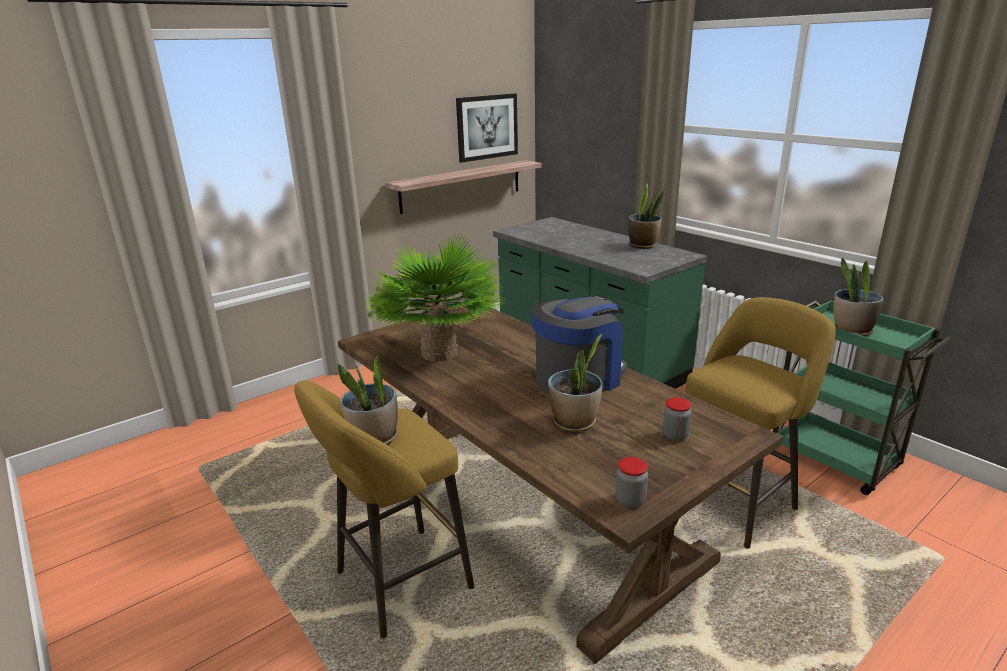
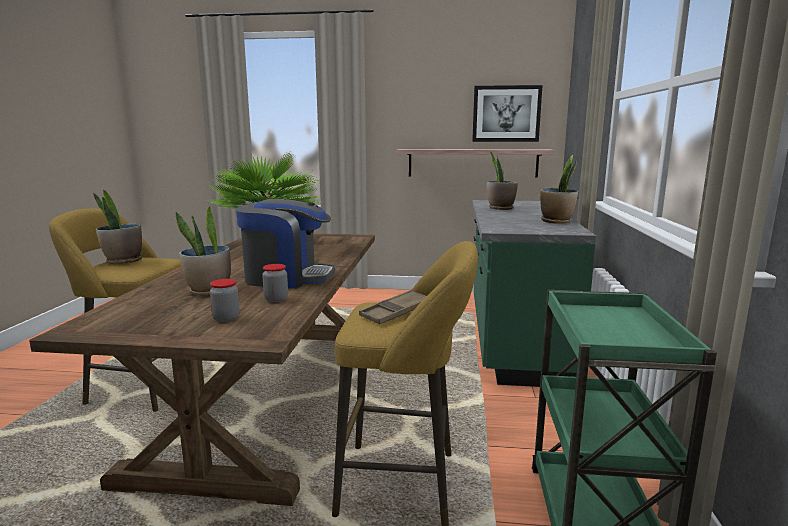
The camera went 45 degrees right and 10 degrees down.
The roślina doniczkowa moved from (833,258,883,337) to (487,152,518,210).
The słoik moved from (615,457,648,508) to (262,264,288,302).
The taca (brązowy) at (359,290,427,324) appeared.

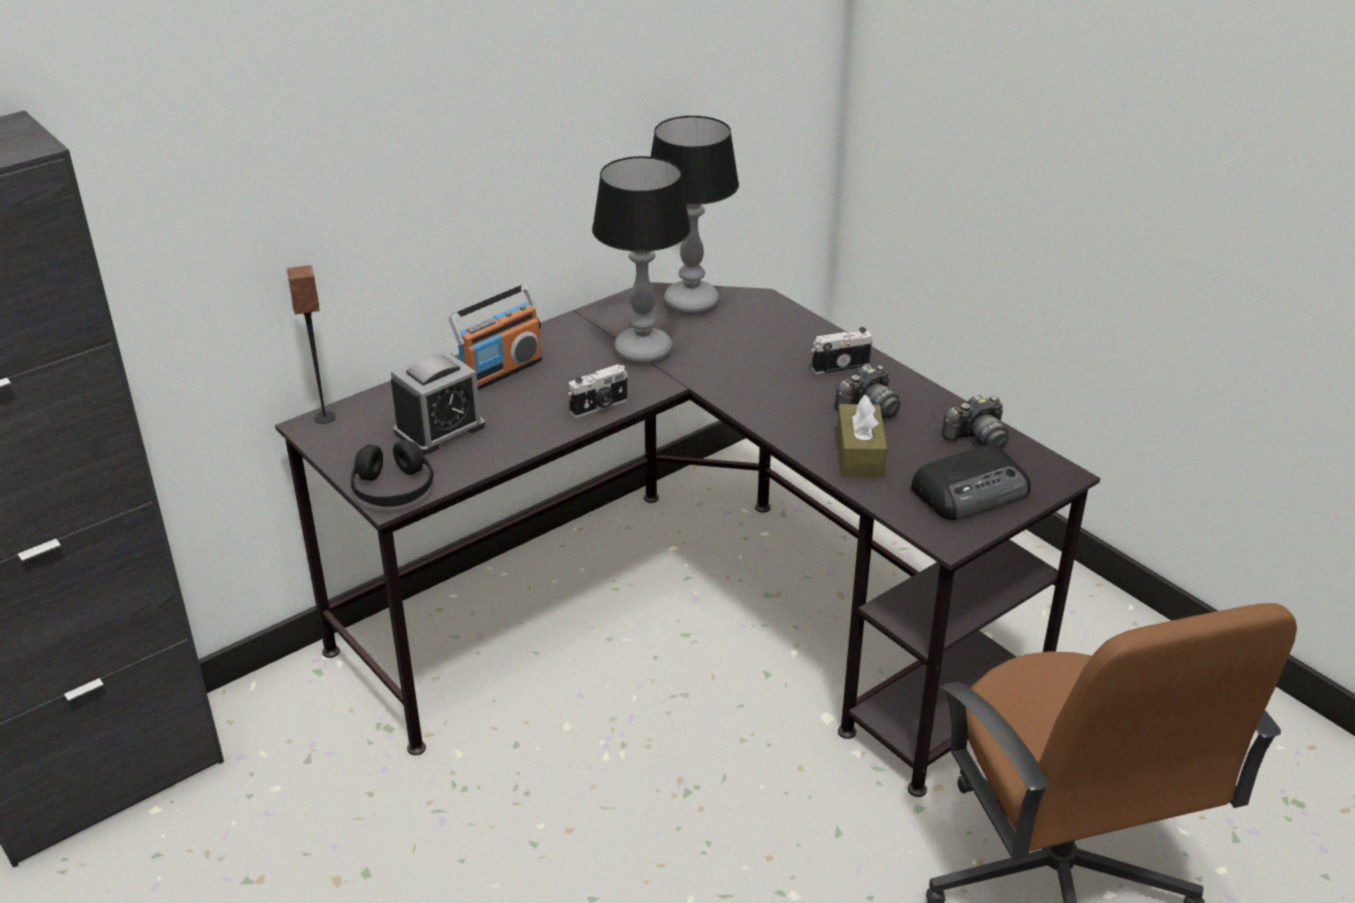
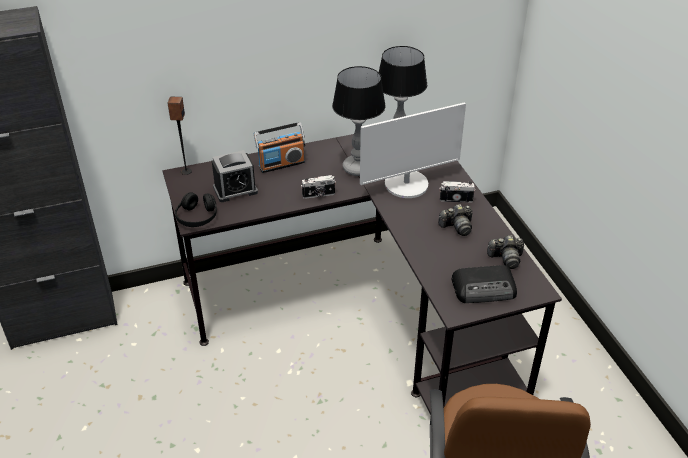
The camera went 20 degrees right and 5 degrees up.
The pudełko chusteczek (brązowy) at (837,394,887,477) disappeared.
The monitor at (360,102,466,198) appeared.

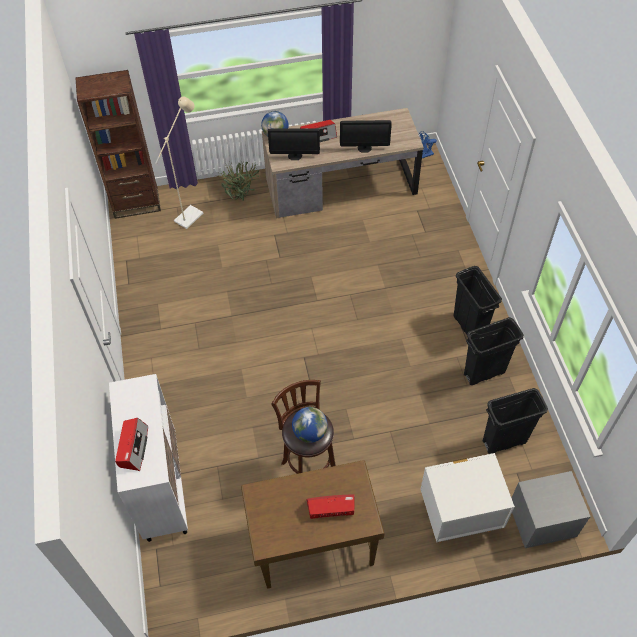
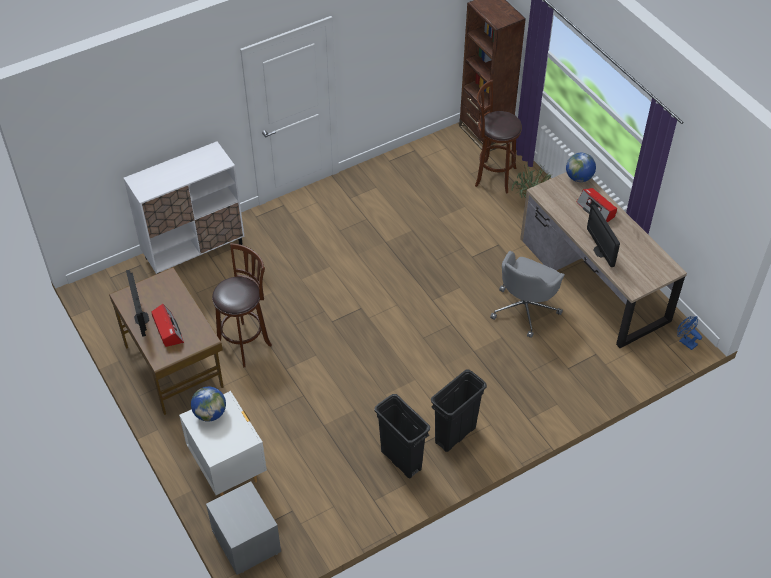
The camera went 70 degrees right and 5 degrees down.
The lampa stojąca (beżowy) at (155,97,203,229) was replaced by the stołek (brązowy) at (475,80,522,193).
The monitor moved from (268,128,320,160) to (126,270,149,337).
The kosz na śmieci (czarny) at (483,388,548,454) disappeared.
The globus moved from (292,407,328,443) to (191,387,226,422).
The radio at (115,418,148,471) disappeared.
The krzesło biurowe (szary) at (490,251,565,338) appeared.

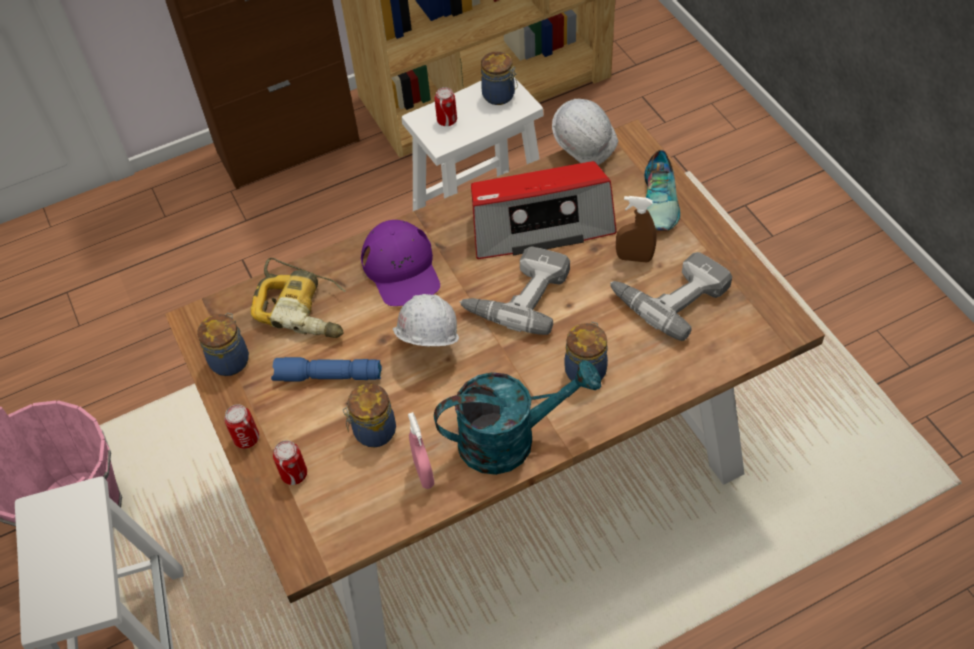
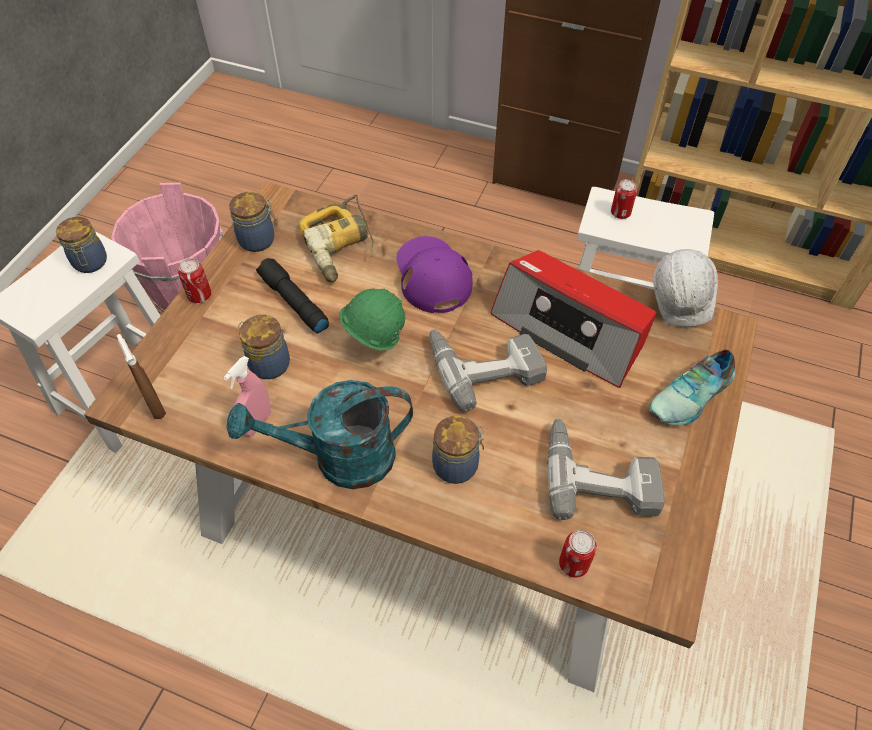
The camera went 45 degrees right and 0 degrees up.
The słoik moved from (481,51,518,105) to (56,217,107,273).
The spryskiwacz (brązowy) moved from (616,196,657,263) to (117,334,166,419).
The czapka z daszkiem (fioletowy) at (361,220,440,306) turned 135 degrees clockwise.
The kask (biały) at (392,294,459,346) became the kask (zielony) at (339,289,405,350).
The latarka (niebieski) at (271,357,382,382) became the latarka (czarny) at (256,258,329,334).
The konewka (turkusowy) at (434,360,601,475) turned 135 degrees clockwise.
The puszka moved from (273,440,307,485) to (559,530,597,577).

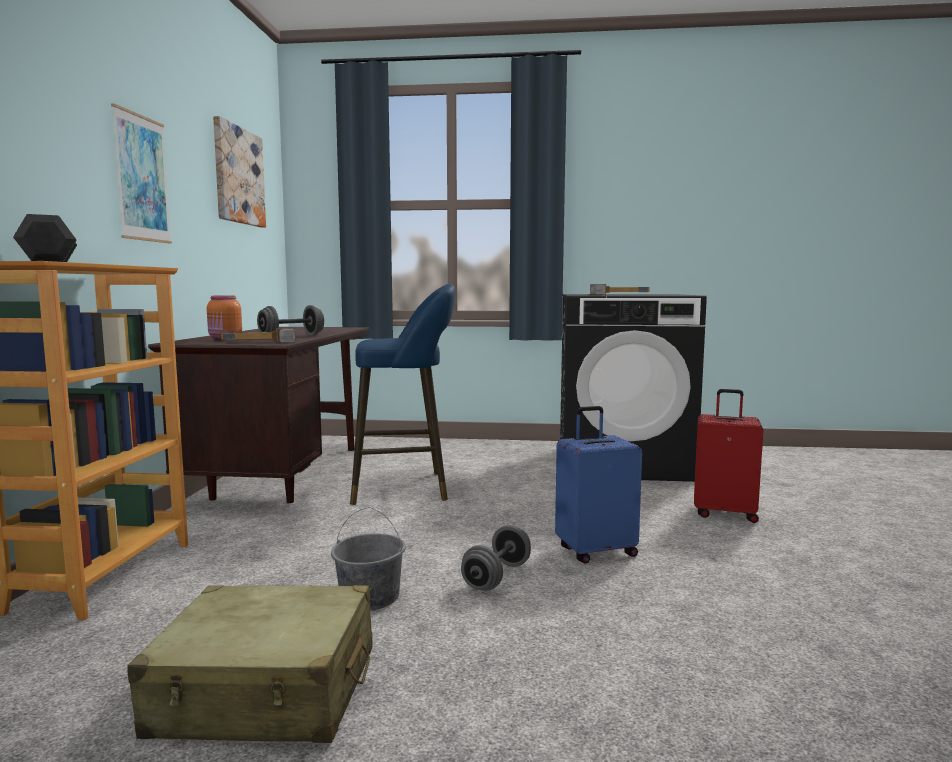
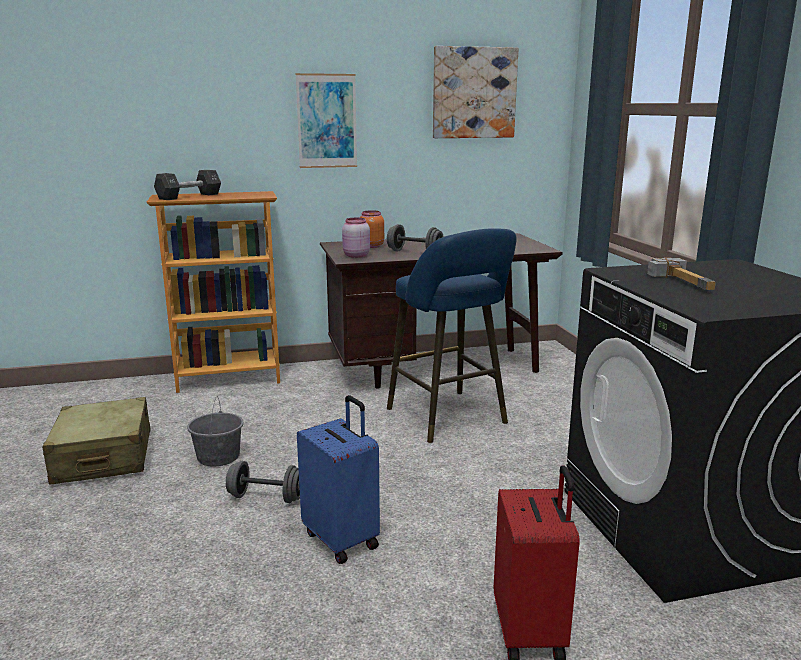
The camera went 70 degrees right and 10 degrees up.
The młotek at (221,329,296,342) was replaced by the słoik (różowy) at (342,218,370,258).

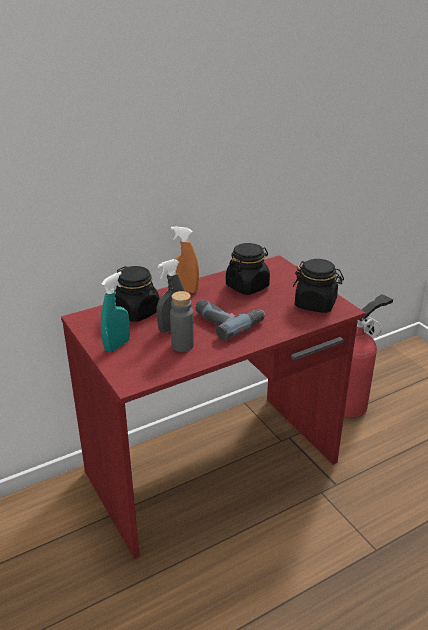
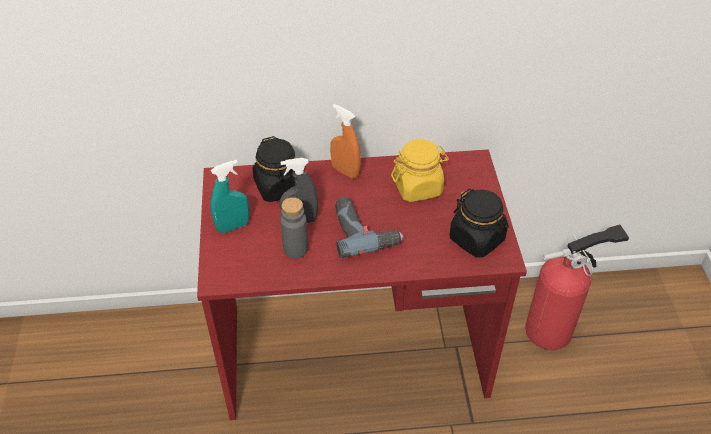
The camera went 25 degrees right and 15 degrees up.
The słoik (czarny) at (226,243,270,295) became the słoik (żółty) at (391,139,449,202).

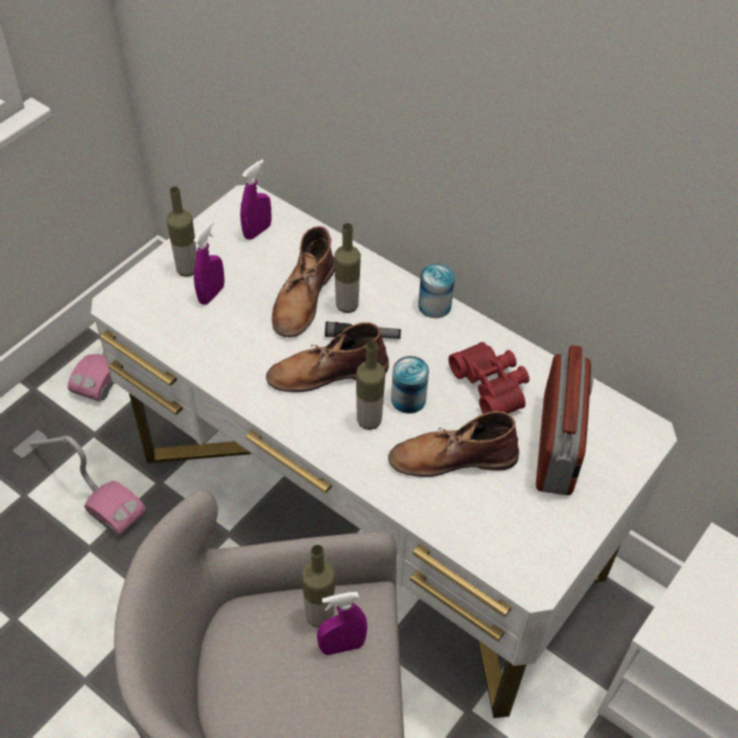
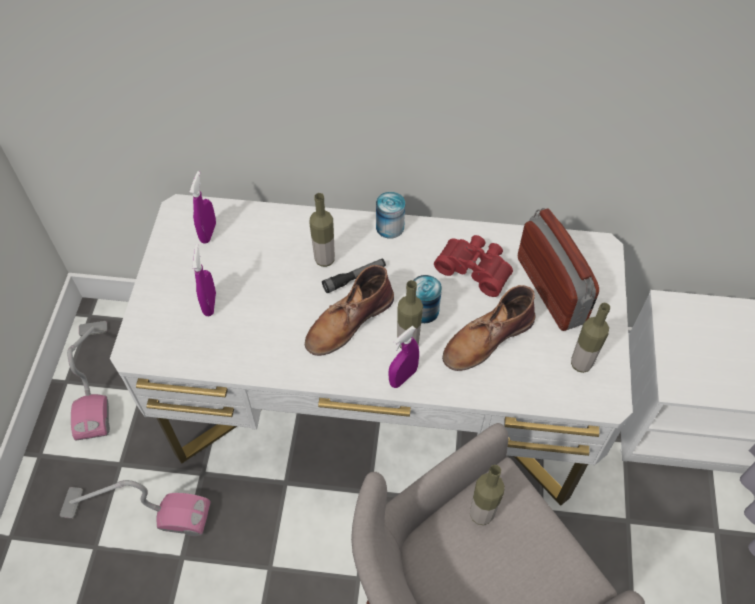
The camera went 30 degrees left and 5 degrees up.
The butelka moved from (166,186,197,277) to (571,303,610,373).
The but z cholewką (brązowy) at (272,226,335,338) disappeared.
The spryskiwacz (fioletowy) moved from (317,592,367,655) to (388,326,419,388).

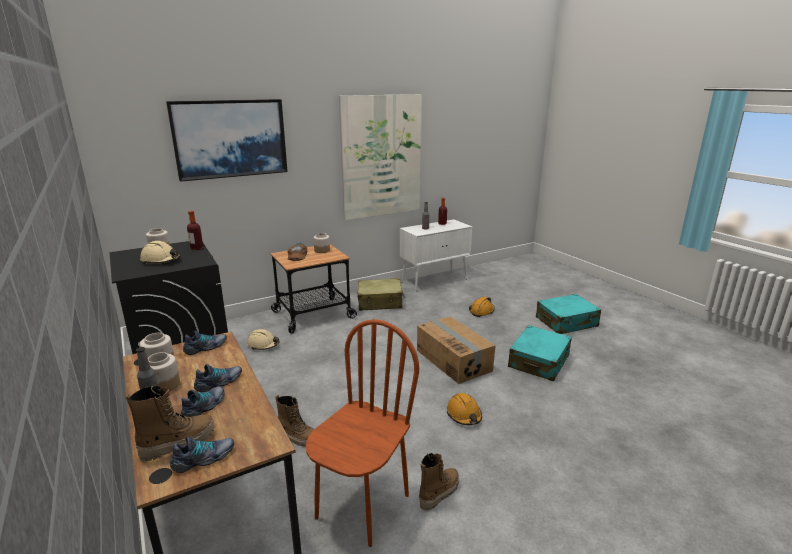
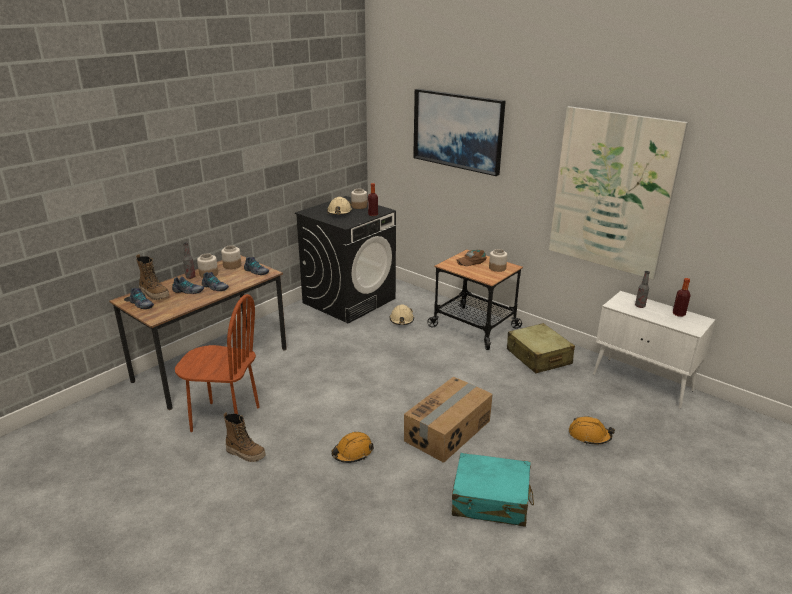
The camera went 70 degrees right and 5 degrees up.
The walizka (turkusowy) at (536,294,601,334) disappeared.
The but z cholewką at (275,395,314,447) disappeared.

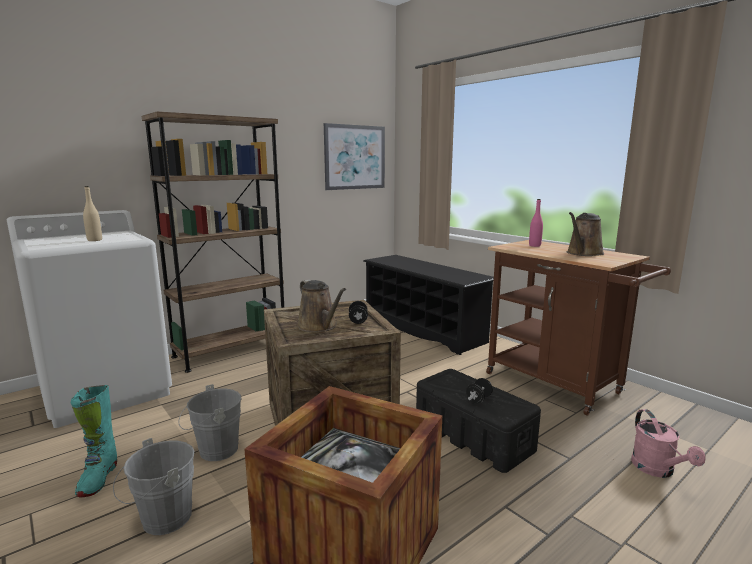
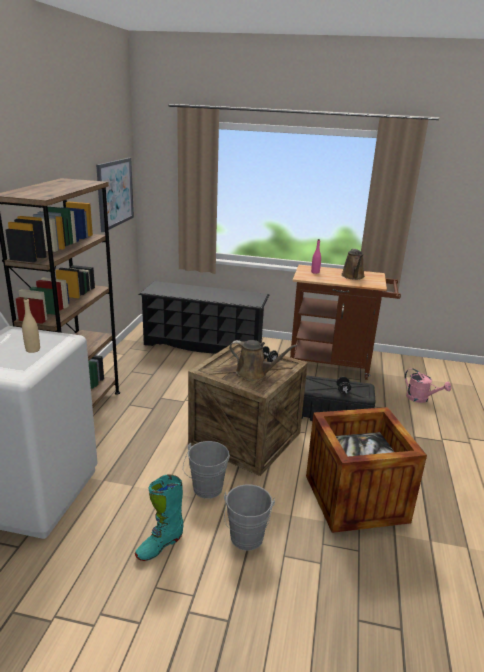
The camera went 40 degrees left and 10 degrees up.
The but z cholewką (turkusowy) at (71,385,117,497) turned 90 degrees clockwise.

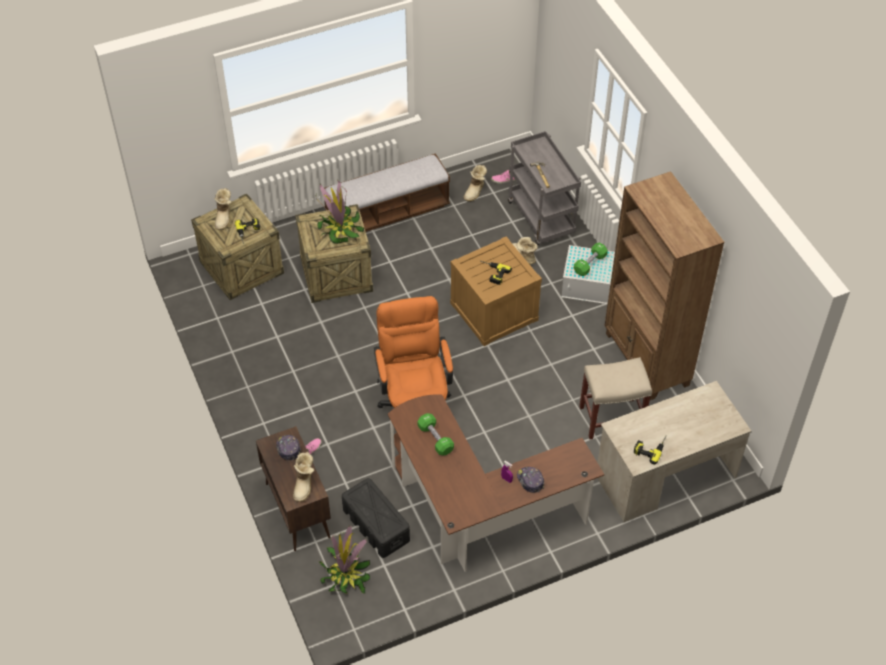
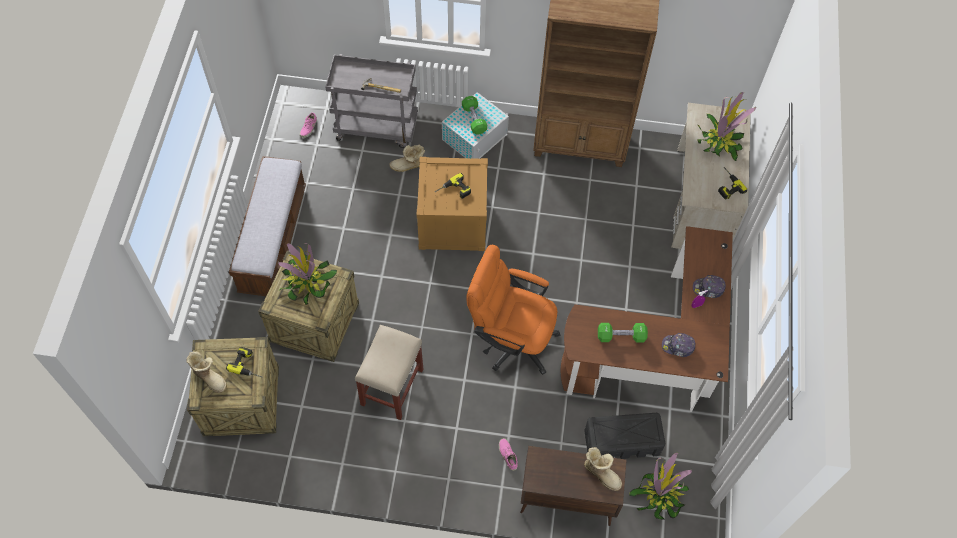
The camera went 60 degrees left and 10 degrees up.
The but z cholewką at (463,165,487,202) disappeared.
The stołek (beżowy) moved from (579,357,652,439) to (355,325,424,420).
The czapka z daszkiem moved from (276,435,301,460) to (662,333,695,357).
The roślina doniczkowa at (697,92,756,161) appeared.

